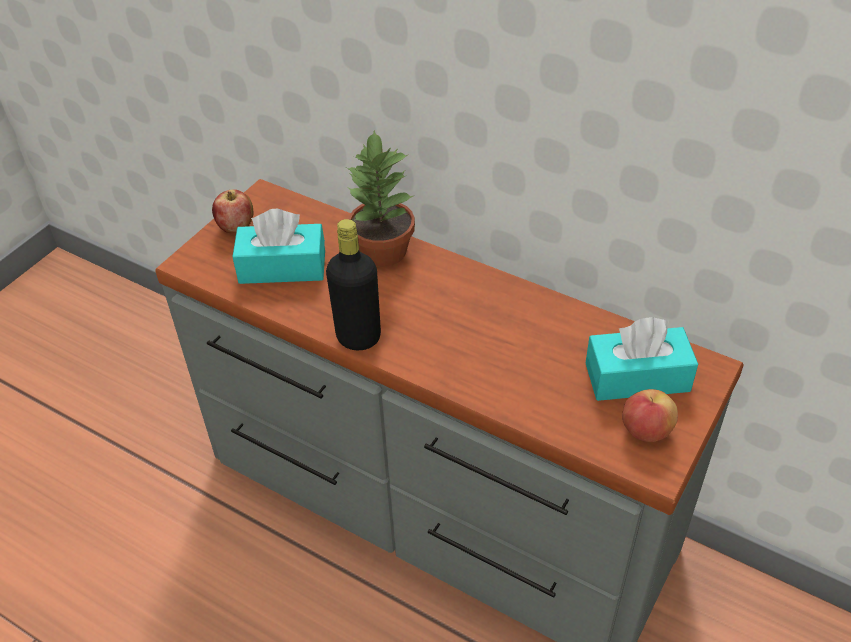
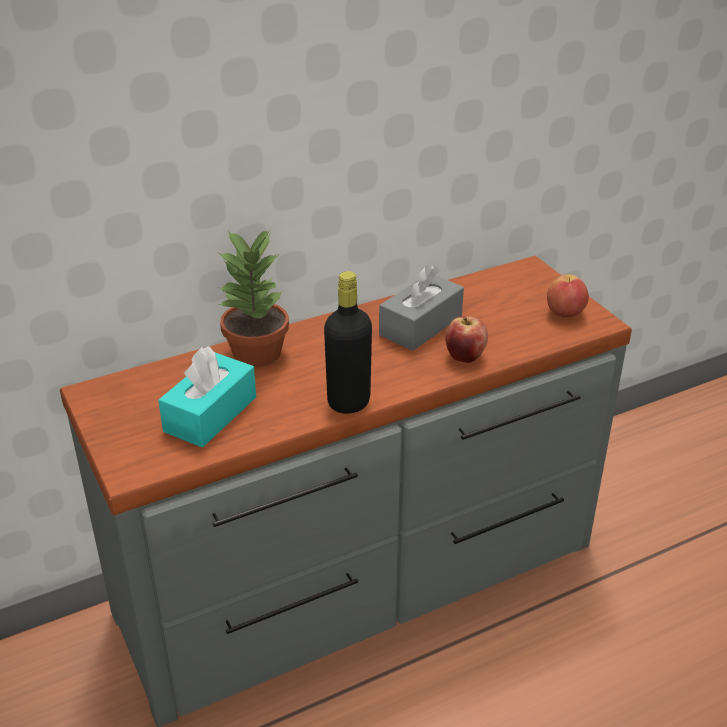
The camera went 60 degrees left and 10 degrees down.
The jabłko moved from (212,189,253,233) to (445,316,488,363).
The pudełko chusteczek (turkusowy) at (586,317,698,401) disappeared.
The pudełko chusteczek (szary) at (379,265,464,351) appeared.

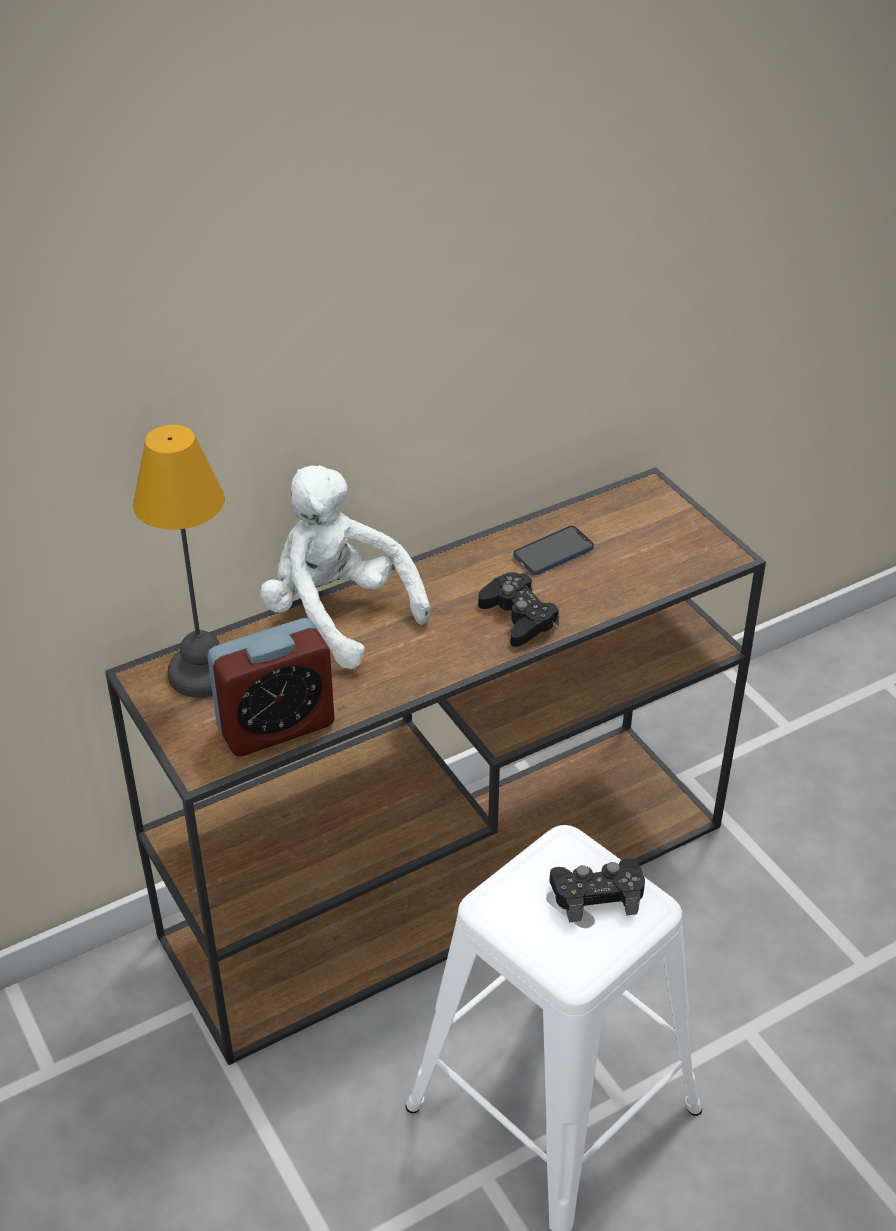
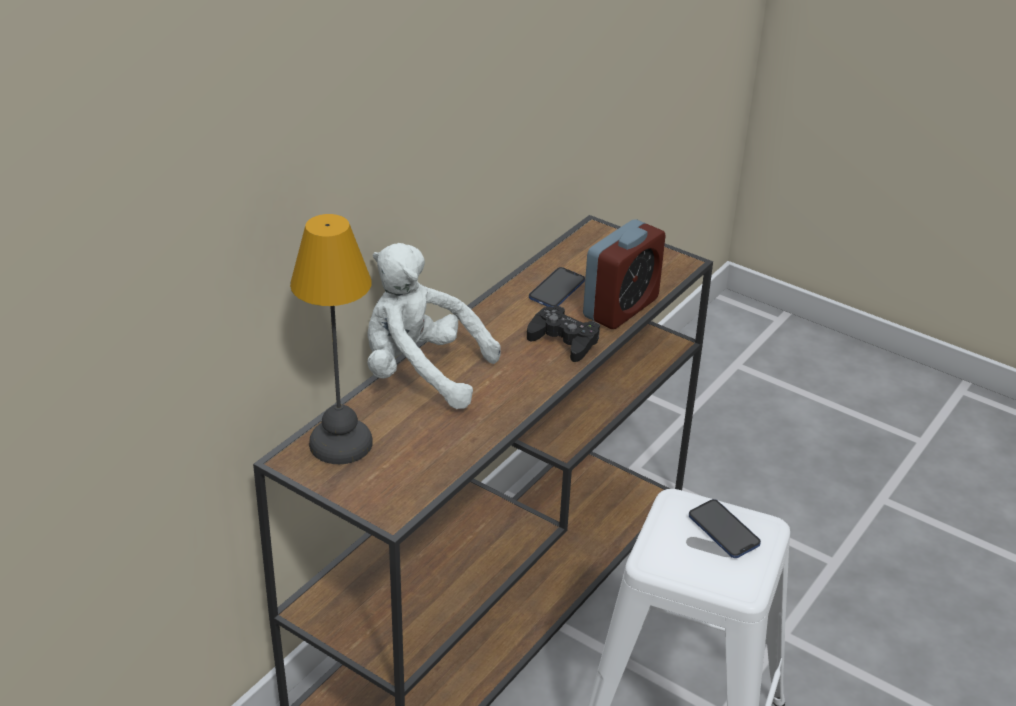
The camera went 25 degrees left and 5 degrees down.
The budzik moved from (207,618,334,756) to (583,220,666,329).
The pad do gier (czarny) at (549,859,645,923) was replaced by the telefon at (689,499,761,558).

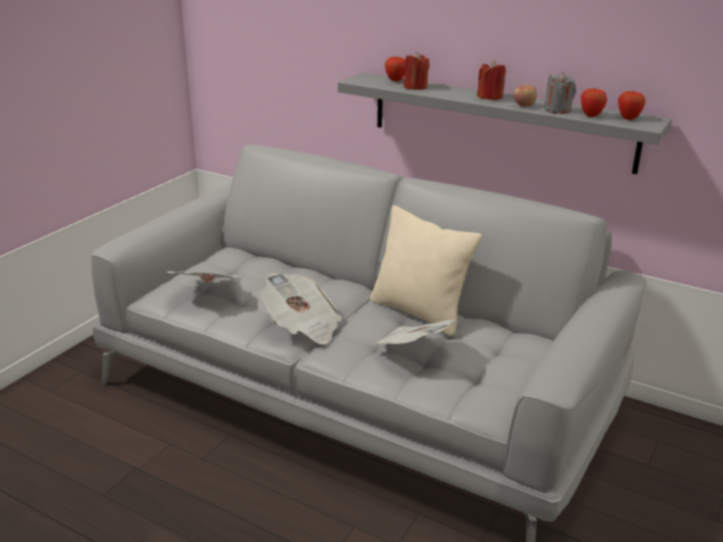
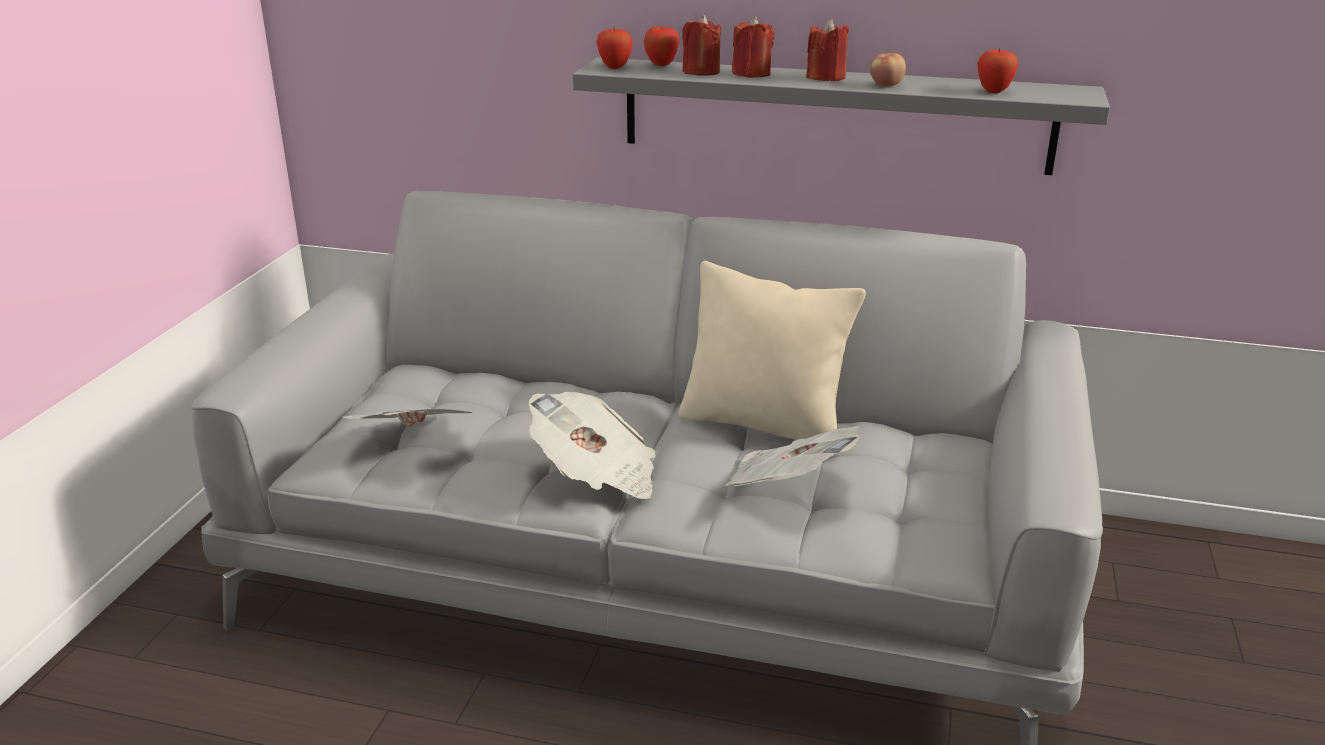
The camera went 15 degrees left and 0 degrees up.
The świeca (szary) at (544,72,576,114) disappeared.
The jabłko moved from (618,90,646,120) to (596,29,633,69).
The świeca (czerwony) at (732,16,775,78) appeared.

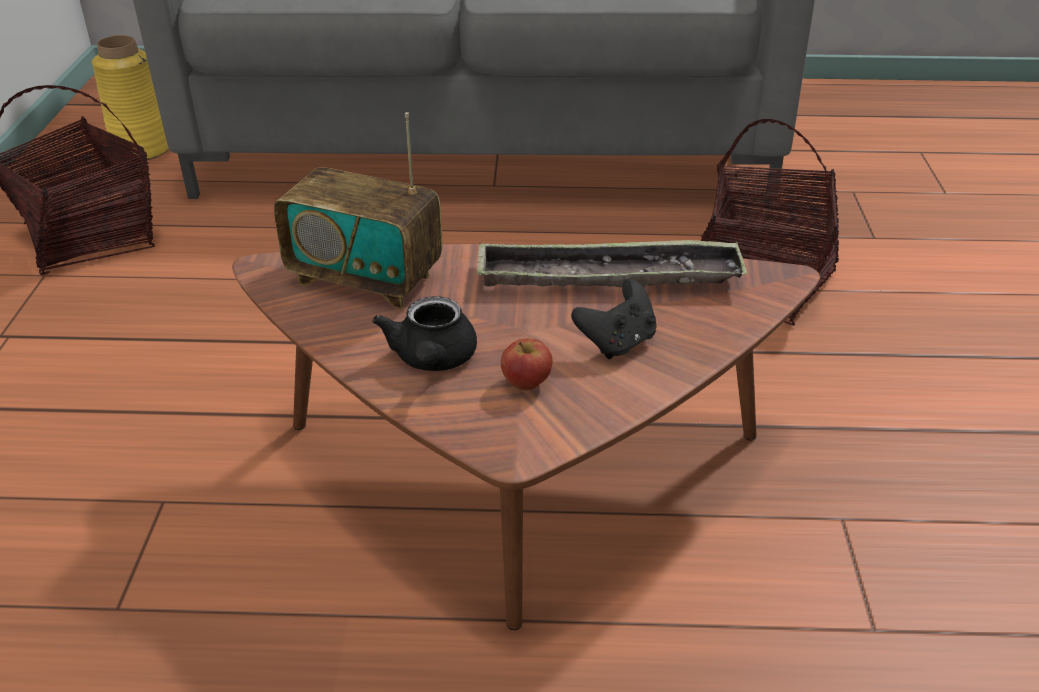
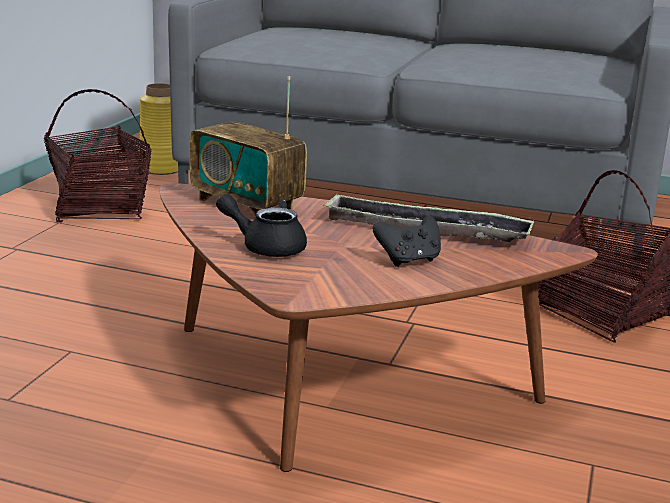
The camera went 15 degrees right and 15 degrees down.
The imbryk (czarny) at (372,296,477,371) turned 90 degrees clockwise.
The jabłko at (501,338,553,390) disappeared.

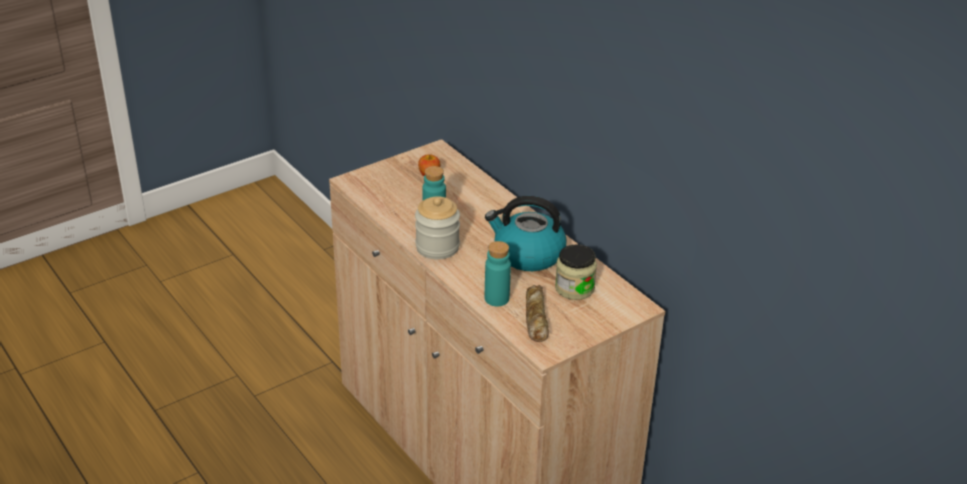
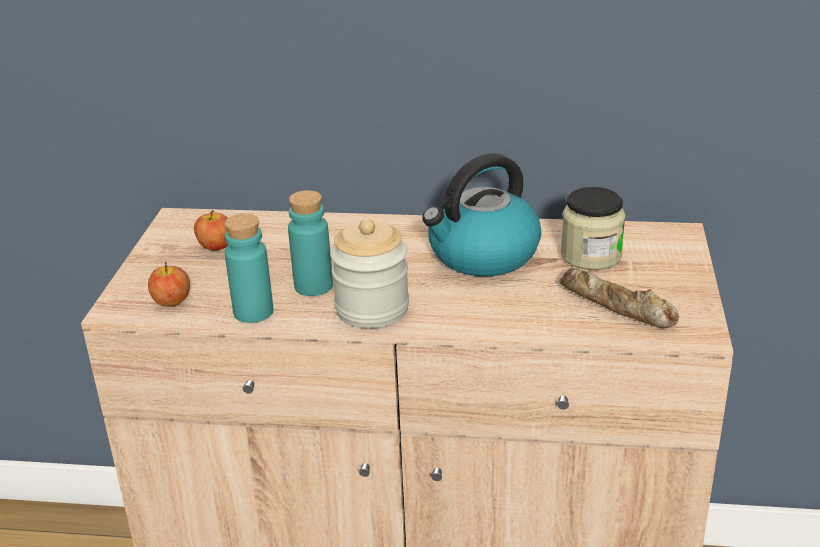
The camera went 45 degrees left and 5 degrees down.
The butelka (turkusowy) moved from (485,241,511,306) to (224,214,273,323).
The jabłko at (148,261,190,307) appeared.

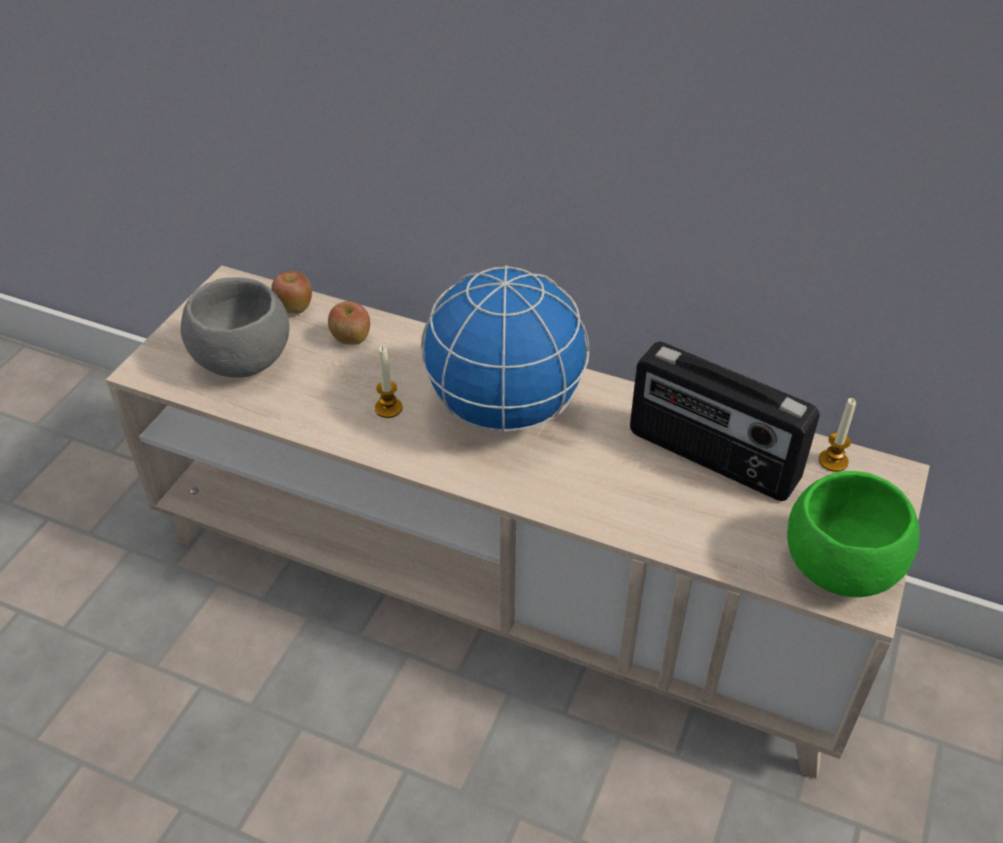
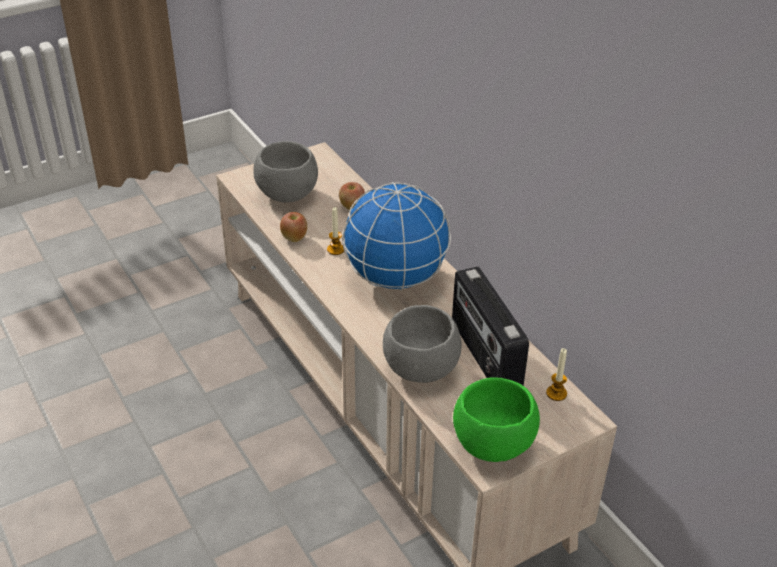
The camera went 35 degrees right and 5 degrees down.
The jabłko moved from (271,271,312,314) to (280,212,307,242).
The miska (szary) at (383,305,462,383) appeared.

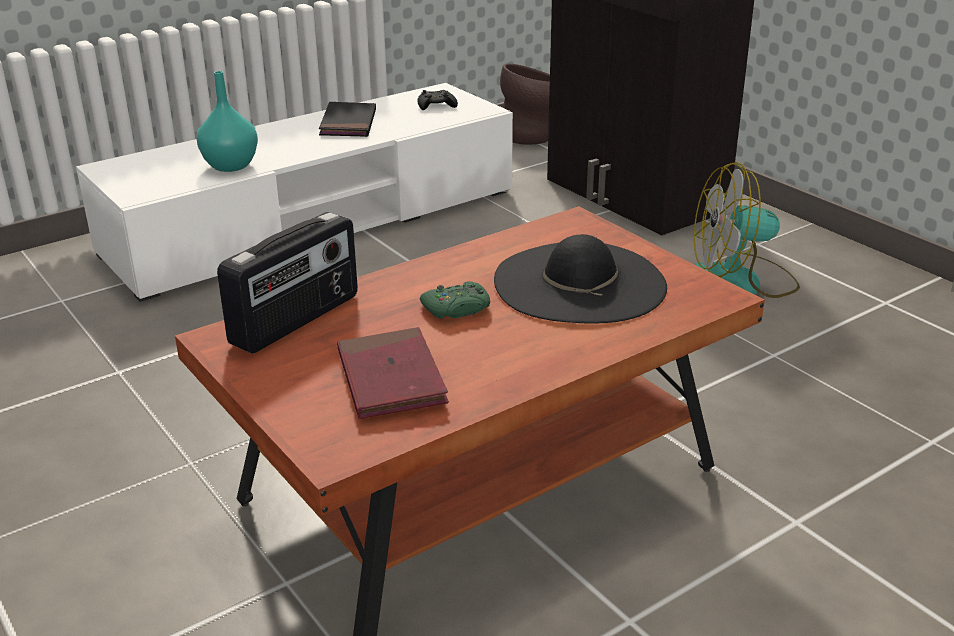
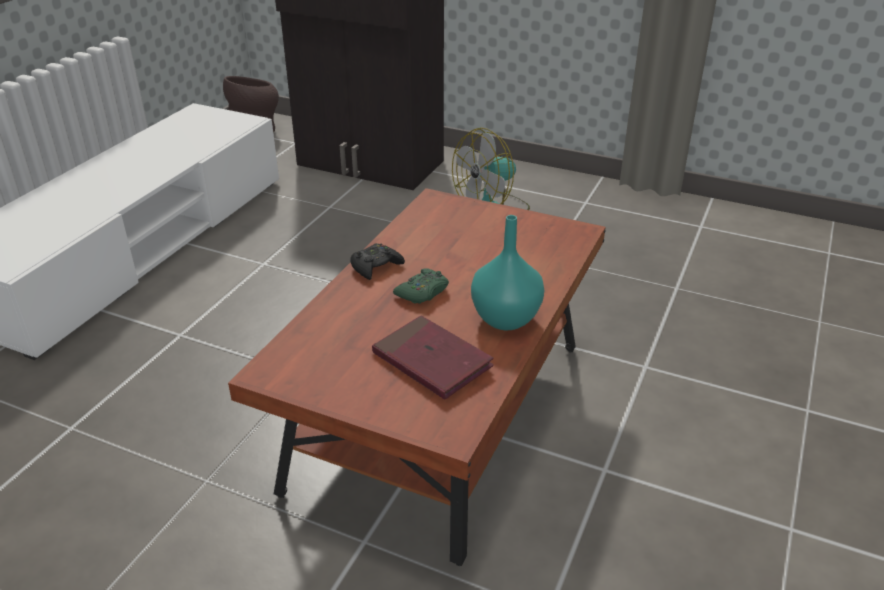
The camera went 30 degrees left and 5 degrees up.
The wazon (turkusowy) moved from (196,71,258,172) to (471,215,544,330).
The pad do gier (czarny) moved from (417,90,458,110) to (350,243,405,280).
The książka (czarny) at (319,102,376,137) disappeared.
The radio at (217,212,358,354) disappeared.
The kapelusz (czarny) at (494,234,667,324) disappeared.

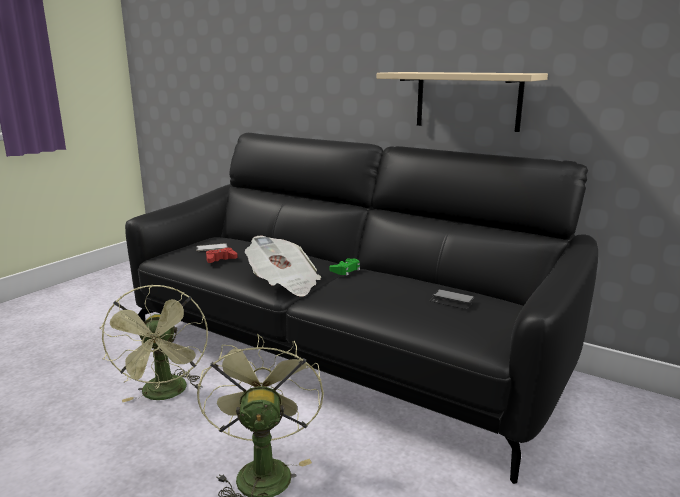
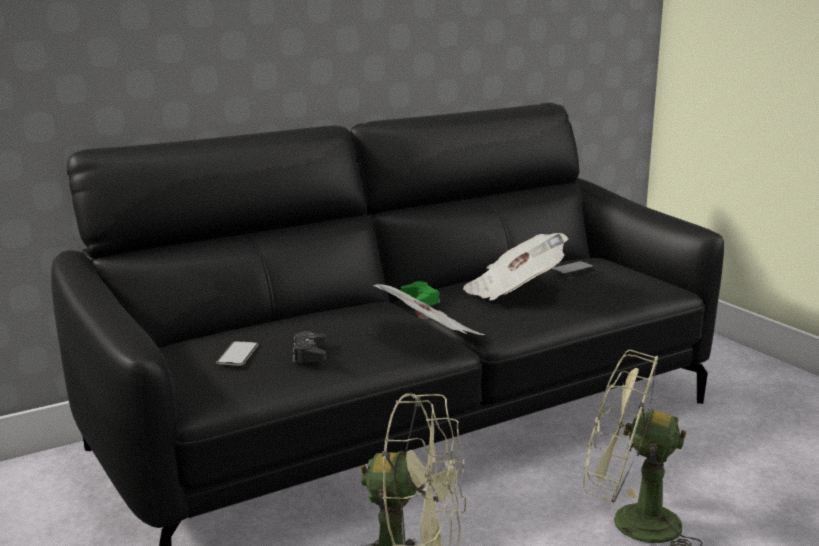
The camera went 65 degrees left and 0 degrees up.
The półka (beżowy) at (377,72,548,132) disappeared.
The pad do gier (czerwony) at (206,248,238,263) became the pad do gier (czarny) at (293,331,326,363).
The gazeta at (463,233,569,301) appeared.

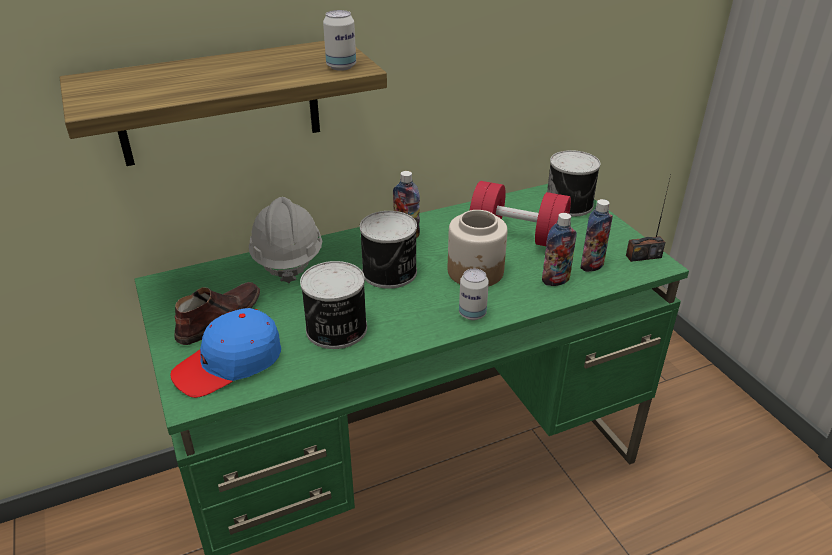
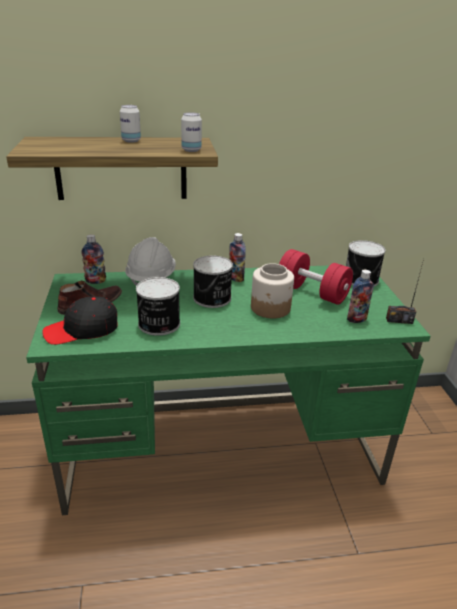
The camera went 15 degrees right and 5 degrees down.
The butelka moved from (542,213,577,286) to (81,234,106,284).
The puszka moved from (459,269,489,320) to (120,105,141,143).
The czapka z daszkiem (niebieski) at (171,308,281,398) became the czapka z daszkiem (czarny) at (42,296,118,345).

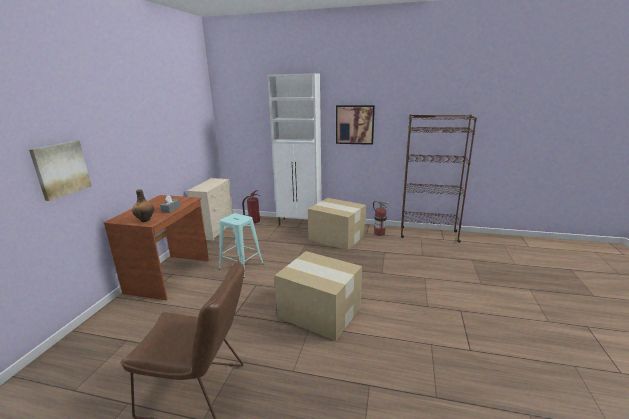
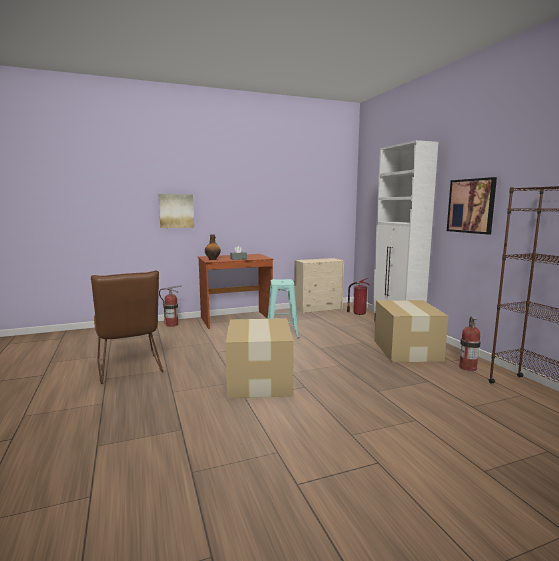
The camera went 55 degrees right and 10 degrees down.
The gaśnica at (159,286,181,327) appeared.

